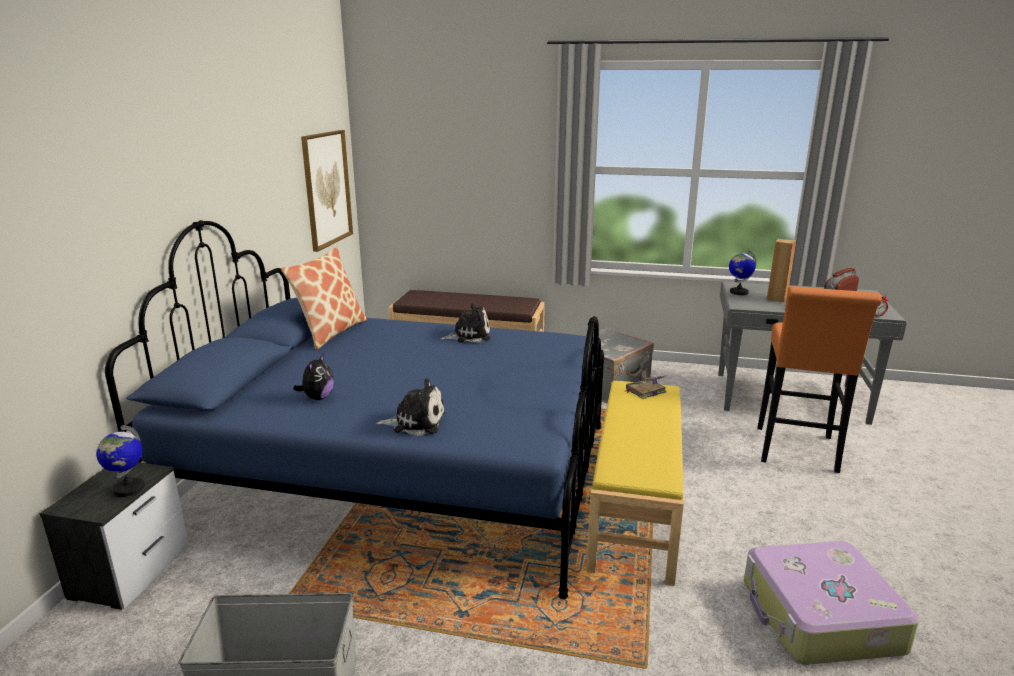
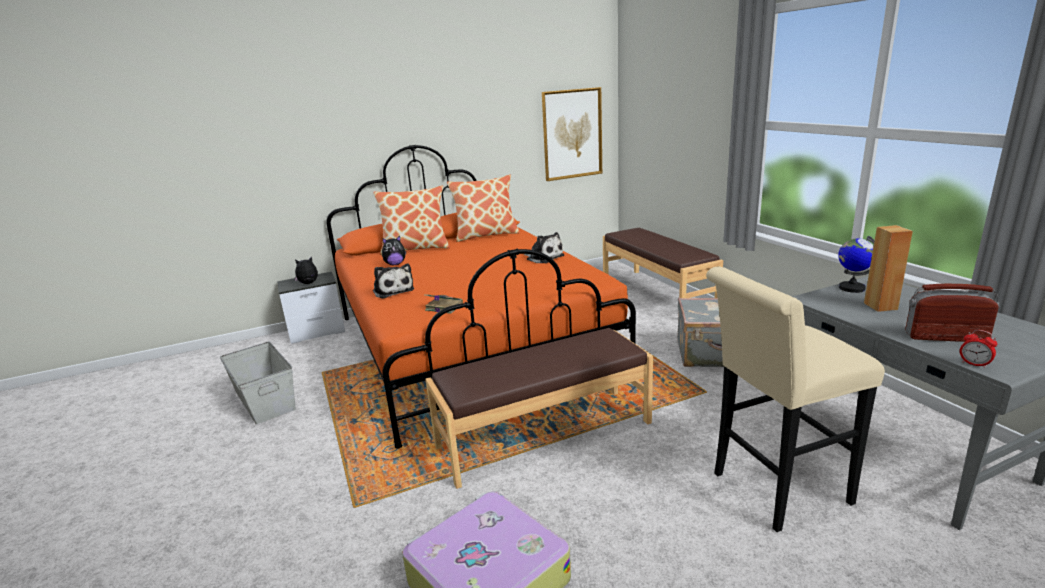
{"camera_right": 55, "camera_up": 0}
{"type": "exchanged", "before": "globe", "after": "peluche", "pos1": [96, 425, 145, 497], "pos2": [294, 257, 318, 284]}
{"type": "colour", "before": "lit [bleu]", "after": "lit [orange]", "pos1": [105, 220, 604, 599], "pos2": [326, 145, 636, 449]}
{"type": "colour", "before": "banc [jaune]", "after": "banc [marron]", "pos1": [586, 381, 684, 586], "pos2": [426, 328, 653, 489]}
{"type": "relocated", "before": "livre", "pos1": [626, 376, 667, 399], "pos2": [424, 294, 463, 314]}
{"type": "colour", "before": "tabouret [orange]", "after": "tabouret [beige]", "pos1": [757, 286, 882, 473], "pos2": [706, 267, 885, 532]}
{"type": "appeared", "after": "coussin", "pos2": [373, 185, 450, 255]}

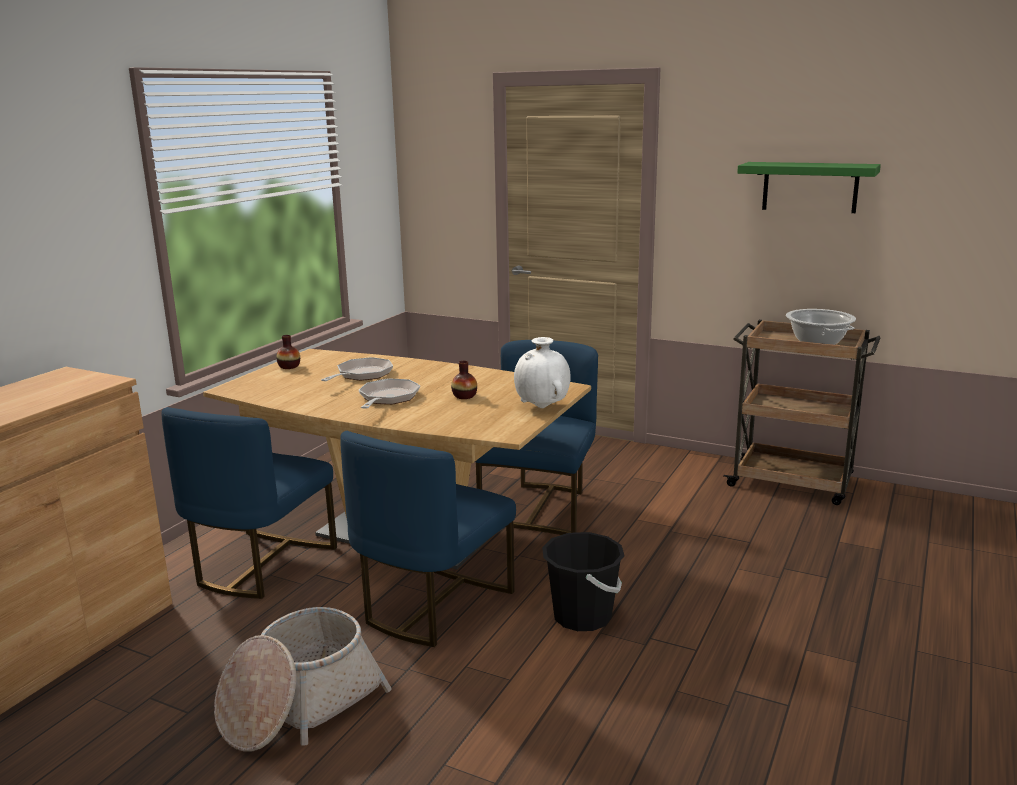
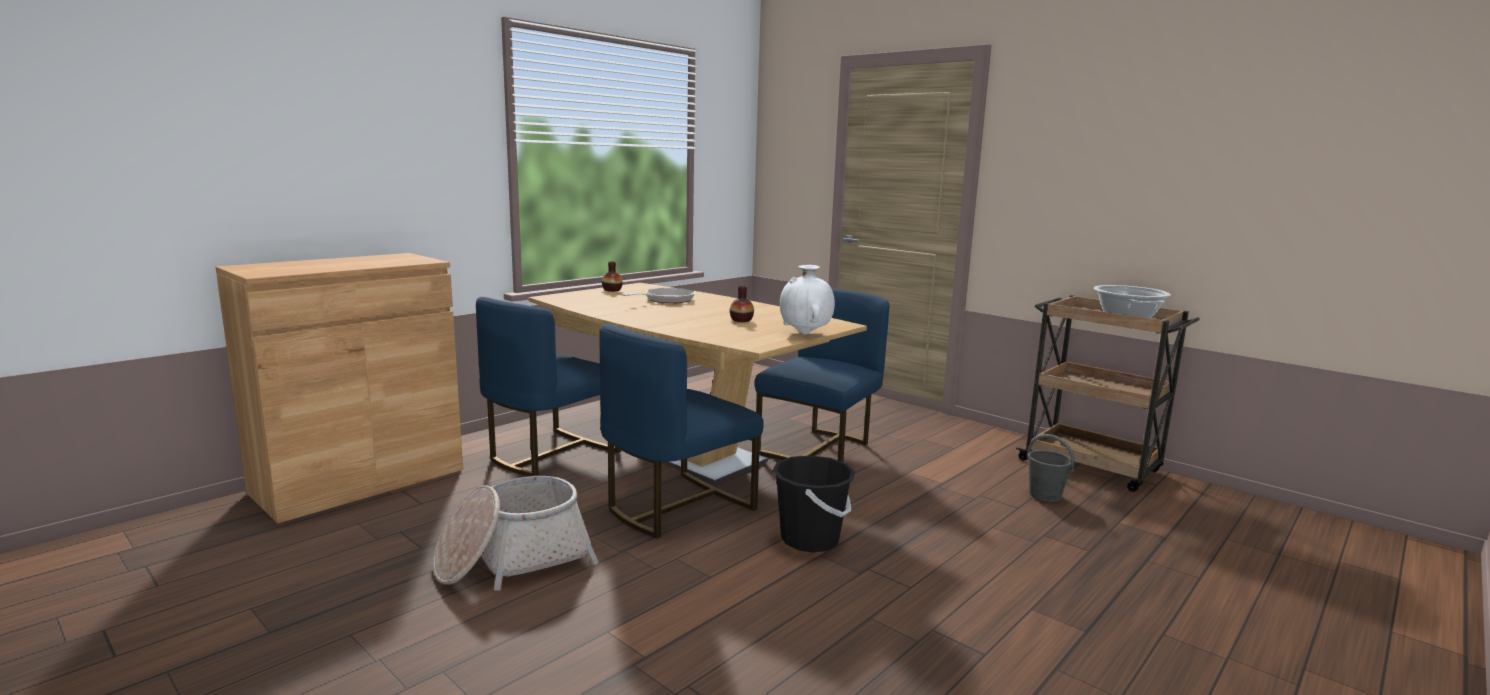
{"camera_right": 15, "camera_up": -5}
{"type": "missing", "before": "poêle", "pos1": [359, 378, 420, 409]}
{"type": "missing", "before": "étagère [vert]", "pos1": [737, 162, 881, 213]}
{"type": "appeared", "after": "seau [gris]", "pos2": [1027, 434, 1075, 502]}

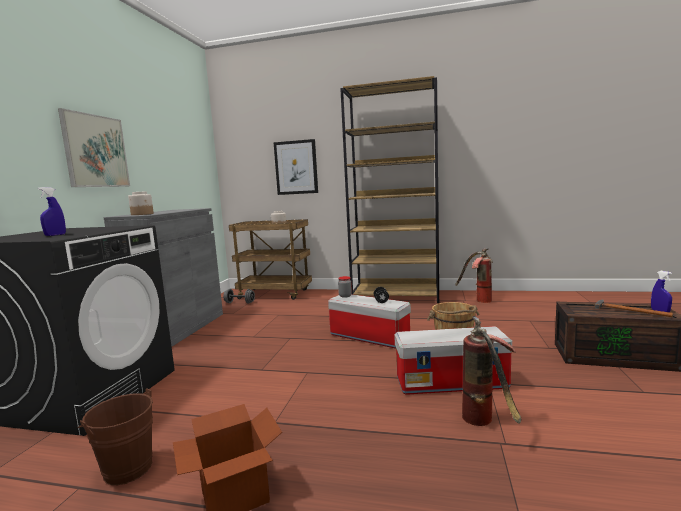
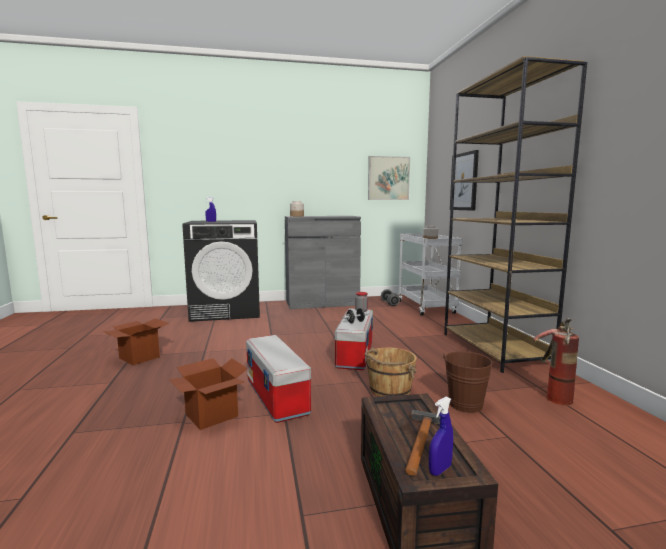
{"camera_right": 65, "camera_up": 0}
{"type": "relocated", "before": "tableau", "pos1": [58, 108, 130, 187], "pos2": [368, 156, 410, 200]}
{"type": "relocated", "before": "seau [marron]", "pos1": [78, 388, 153, 485], "pos2": [443, 351, 495, 413]}
{"type": "colour", "before": "chariot [marron]", "after": "chariot [blanc]", "pos1": [229, 219, 312, 300], "pos2": [399, 233, 462, 316]}
{"type": "exchanged", "before": "extincteur", "after": "carton", "pos1": [462, 316, 521, 426], "pos2": [168, 358, 248, 430]}

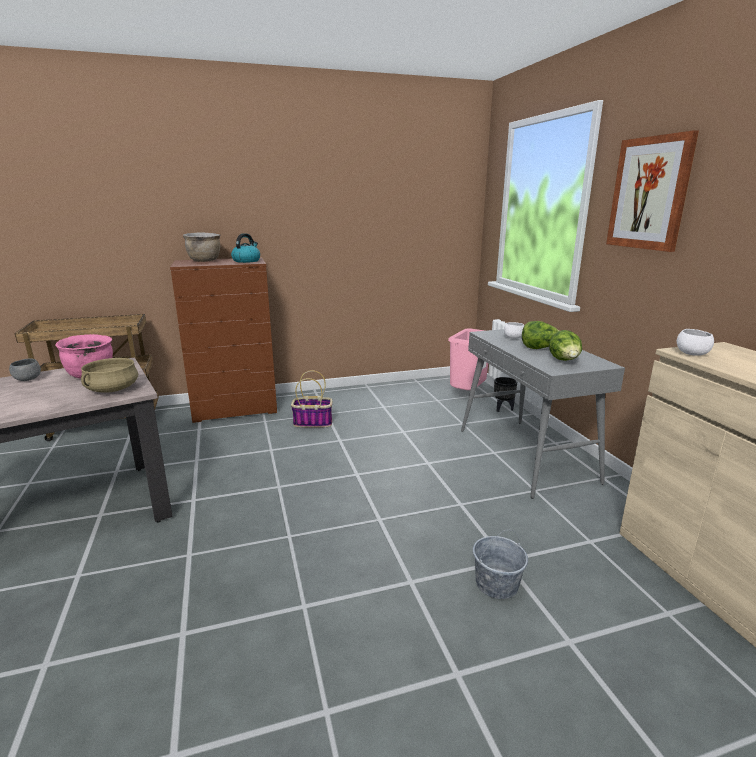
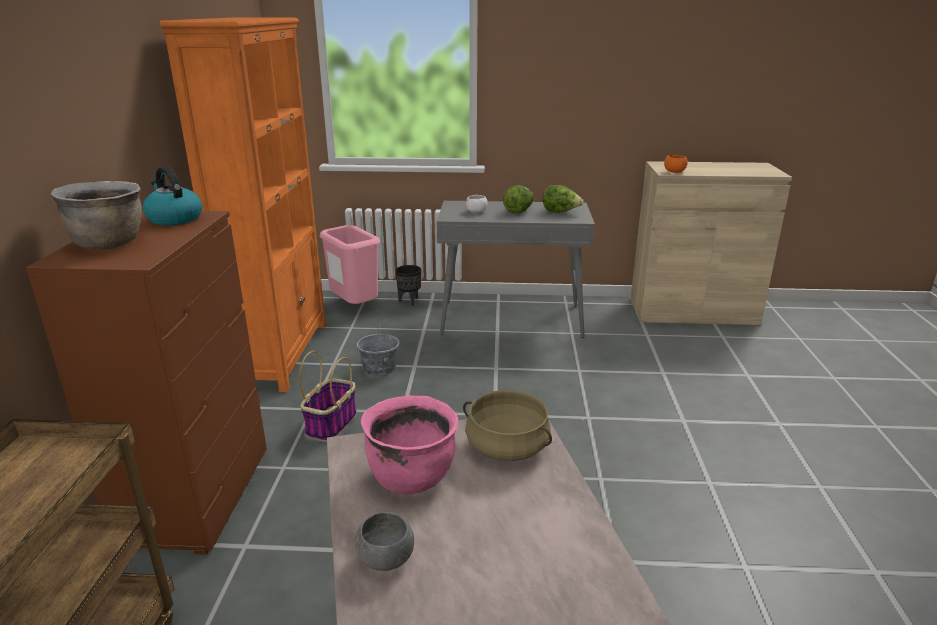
{"camera_right": -70, "camera_up": 5}
{"type": "relocated", "before": "seau [gris]", "pos1": [473, 530, 528, 599], "pos2": [357, 325, 399, 376]}
{"type": "missing", "before": "tableau", "pos1": [606, 130, 699, 252]}
{"type": "colour", "before": "bol [blanc]", "after": "bol [orange]", "pos1": [677, 329, 714, 356], "pos2": [664, 155, 688, 173]}
{"type": "appeared", "after": "bibliothèque [orange]", "pos2": [160, 17, 326, 392]}

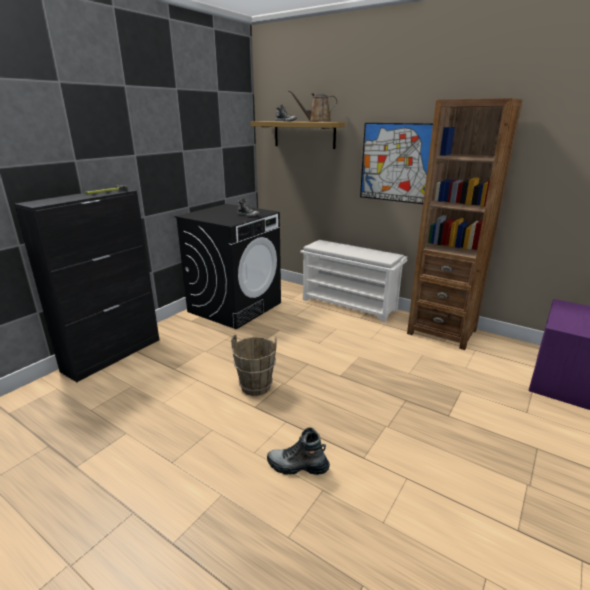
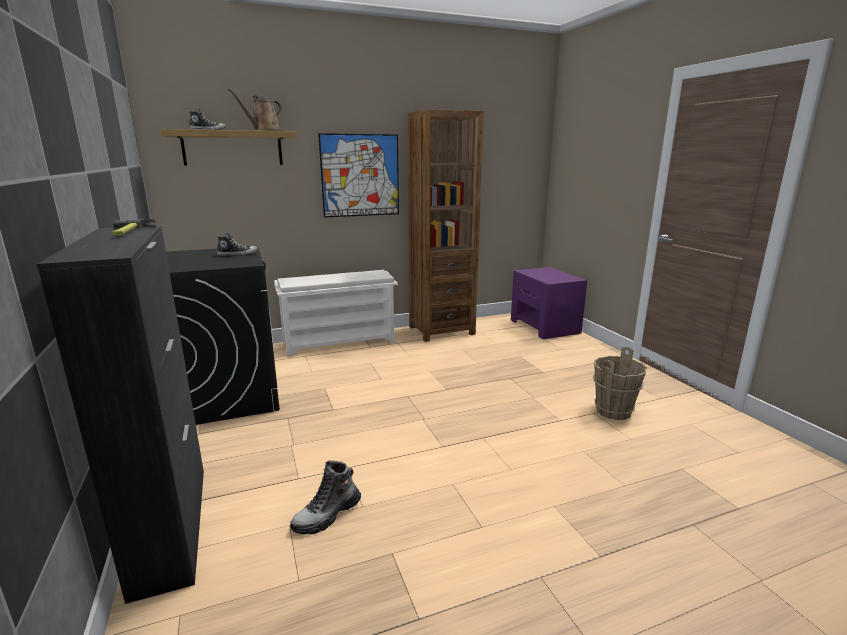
{"camera_right": -55, "camera_up": -5}
{"type": "relocated", "before": "seau [marron]", "pos1": [231, 335, 277, 396], "pos2": [593, 347, 647, 420]}
{"type": "relocated", "before": "botte", "pos1": [267, 427, 330, 475], "pos2": [290, 460, 361, 535]}

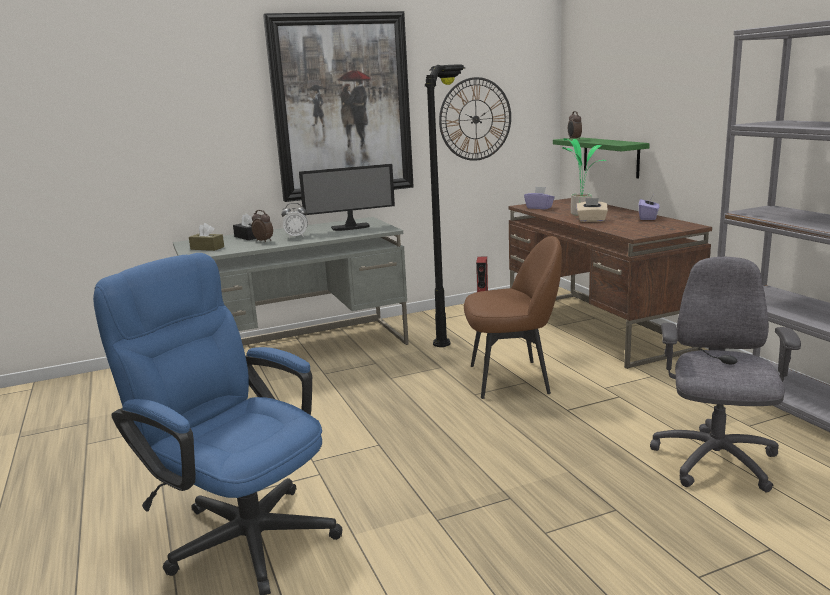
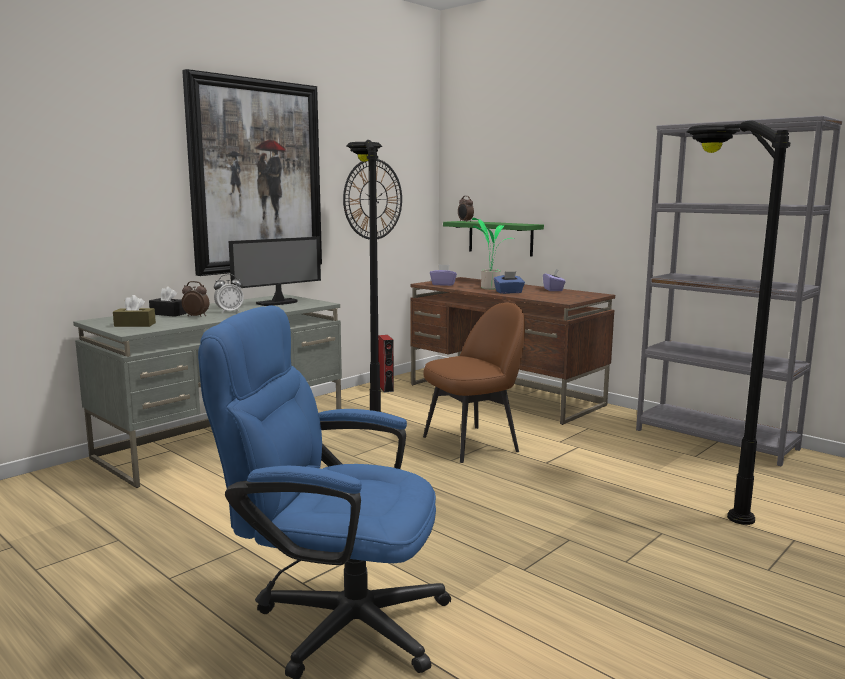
{"camera_right": -25, "camera_up": -5}
{"type": "colour", "before": "boîte à mouchoirs [beige]", "after": "boîte à mouchoirs [bleu]", "pos1": [576, 198, 608, 222], "pos2": [494, 272, 525, 294]}
{"type": "exchanged", "before": "chaise de bureau [gris]", "after": "lampadaire [noir]", "pos1": [650, 257, 801, 492], "pos2": [686, 120, 791, 525]}

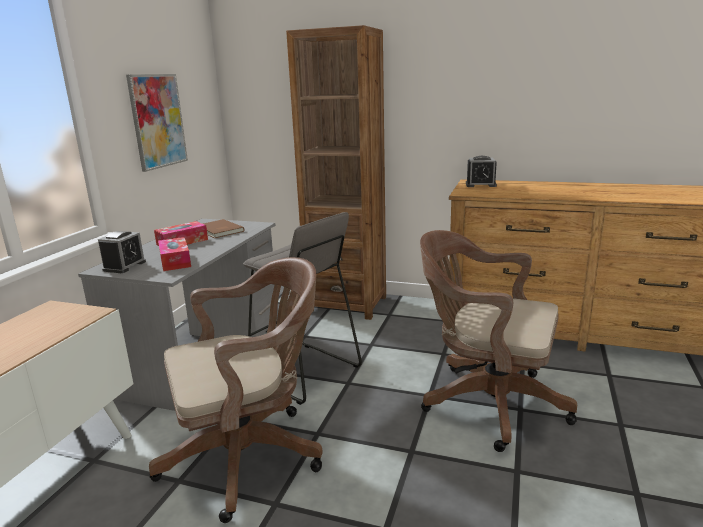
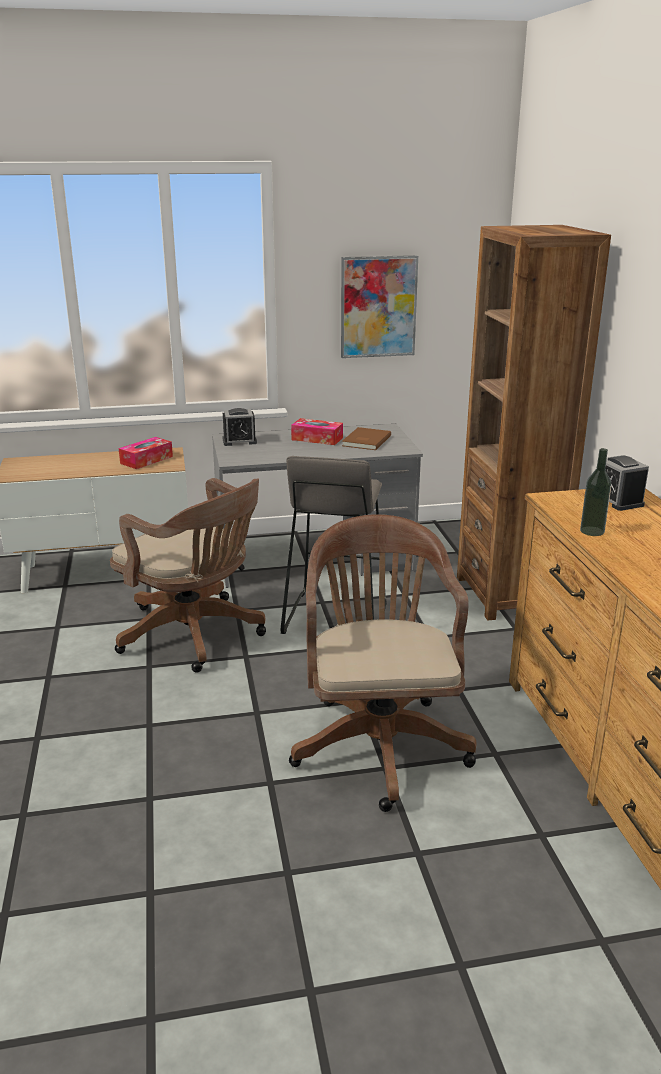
{"camera_right": 60, "camera_up": 5}
{"type": "relocated", "before": "boîte à mouchoirs", "pos1": [158, 237, 191, 271], "pos2": [119, 437, 173, 469]}
{"type": "appeared", "after": "bouteille", "pos2": [580, 448, 611, 536]}

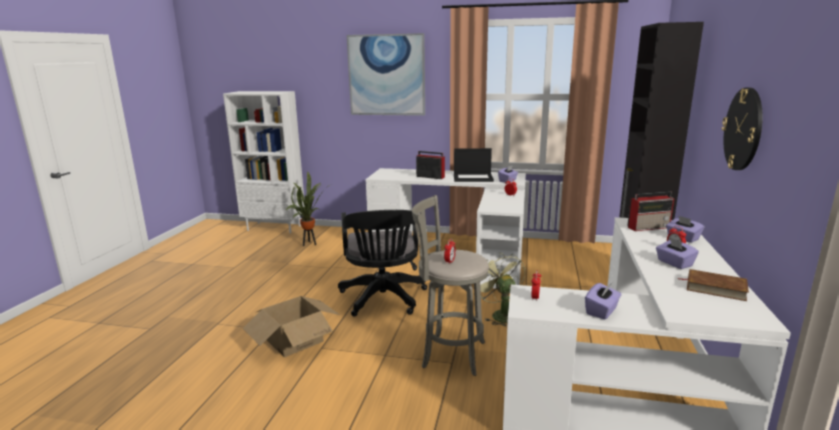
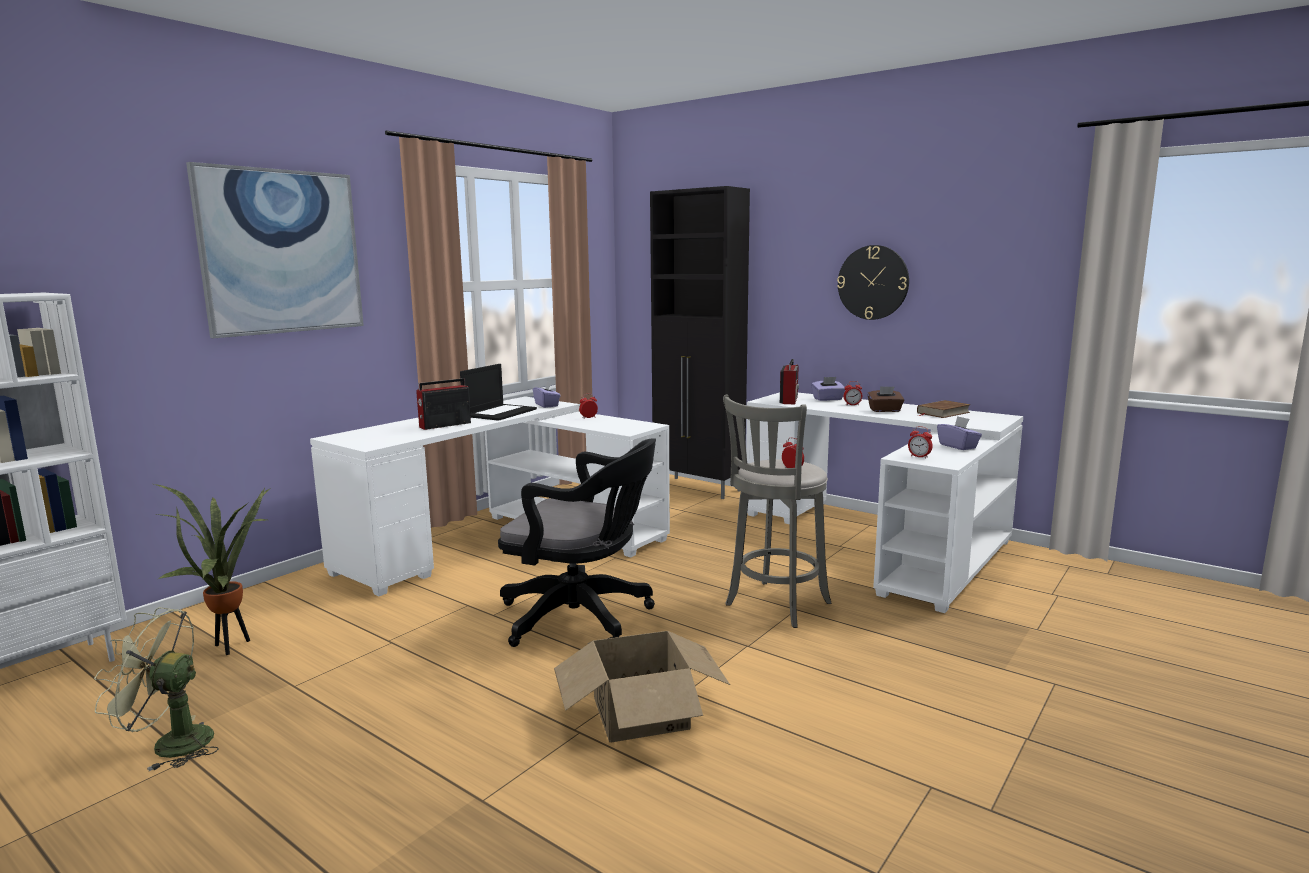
{"camera_right": -65, "camera_up": -5}
{"type": "relocated", "before": "ventilateur [vert]", "pos1": [480, 253, 525, 327], "pos2": [94, 607, 219, 771]}
{"type": "colour", "before": "boîte à mouchoirs [violet]", "after": "boîte à mouchoirs [marron]", "pos1": [656, 237, 699, 269], "pos2": [867, 386, 904, 412]}

